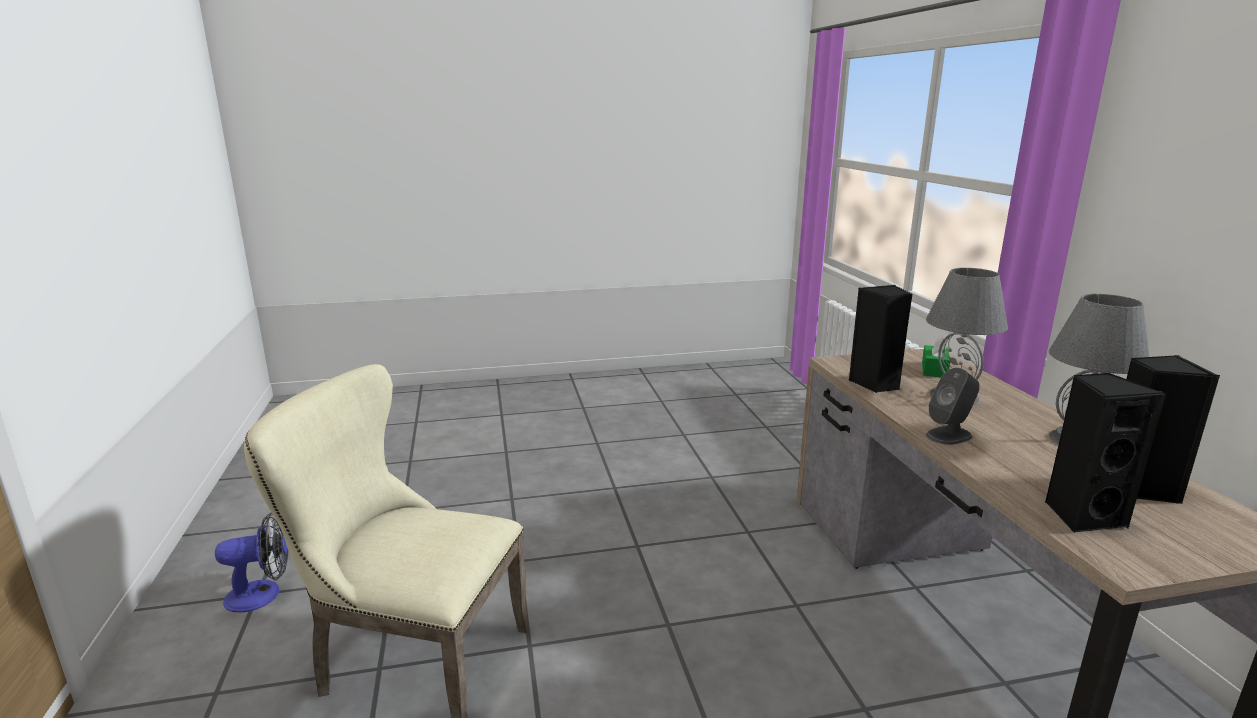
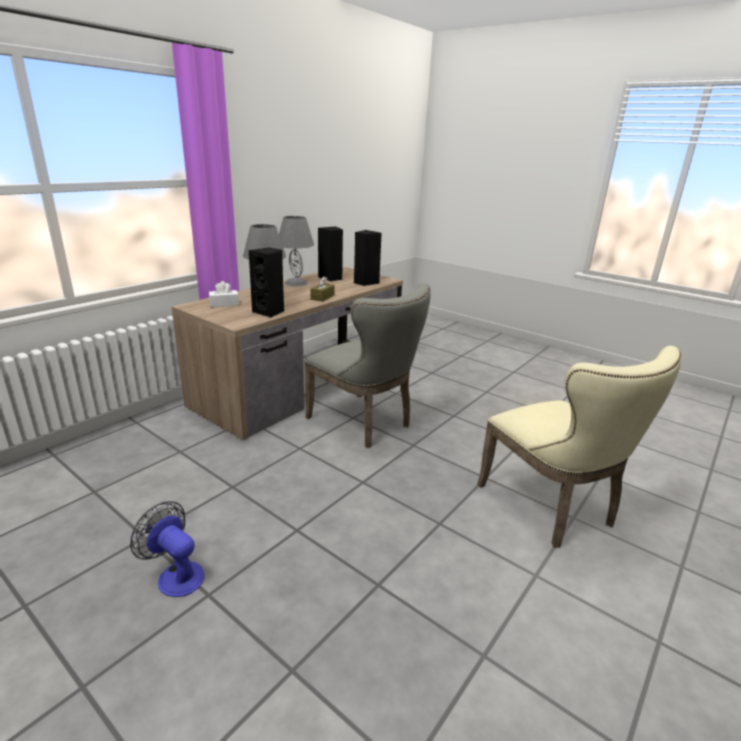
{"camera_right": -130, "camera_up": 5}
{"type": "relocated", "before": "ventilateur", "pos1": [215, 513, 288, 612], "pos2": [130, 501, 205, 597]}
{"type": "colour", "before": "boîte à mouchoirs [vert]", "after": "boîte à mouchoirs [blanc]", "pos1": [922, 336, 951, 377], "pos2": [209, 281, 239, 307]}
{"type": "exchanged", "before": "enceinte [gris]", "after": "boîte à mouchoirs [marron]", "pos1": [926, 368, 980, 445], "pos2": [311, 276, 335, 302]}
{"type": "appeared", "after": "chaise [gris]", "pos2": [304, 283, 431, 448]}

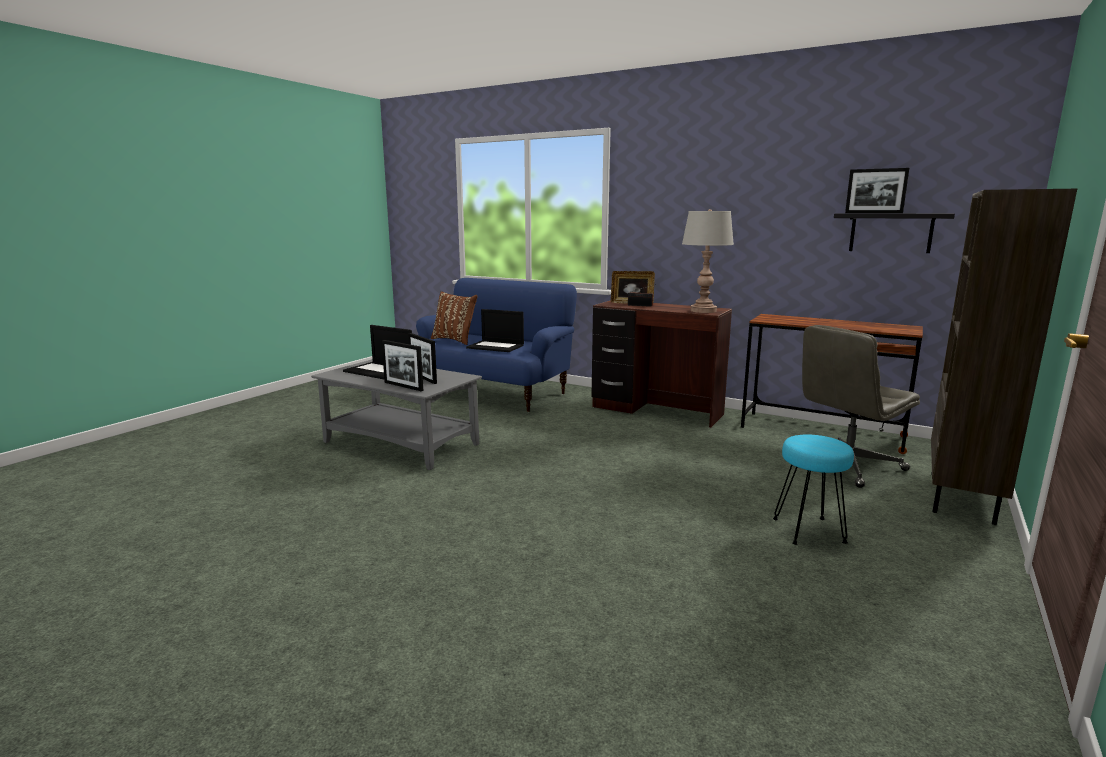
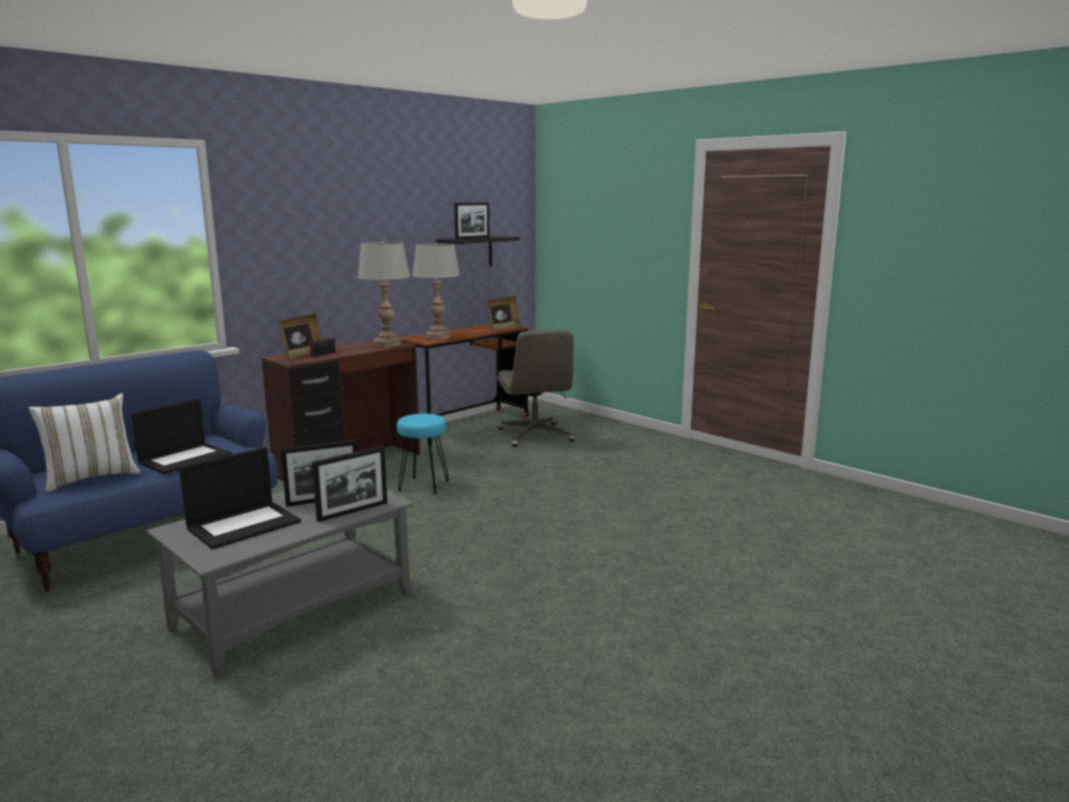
{"camera_right": -75, "camera_up": 0}
{"type": "colour", "before": "coussin [marron]", "after": "coussin [blanc]", "pos1": [431, 291, 477, 345], "pos2": [28, 393, 141, 492]}
{"type": "relocated", "before": "tabouret [turquoise]", "pos1": [773, 434, 854, 545], "pos2": [397, 414, 449, 494]}
{"type": "missing", "before": "bibliothèque [marron]", "pos1": [931, 189, 1077, 525]}
{"type": "appeared", "after": "lampe de table [gris]", "pos2": [412, 243, 460, 339]}
{"type": "appeared", "after": "cadre photo", "pos2": [488, 296, 521, 331]}

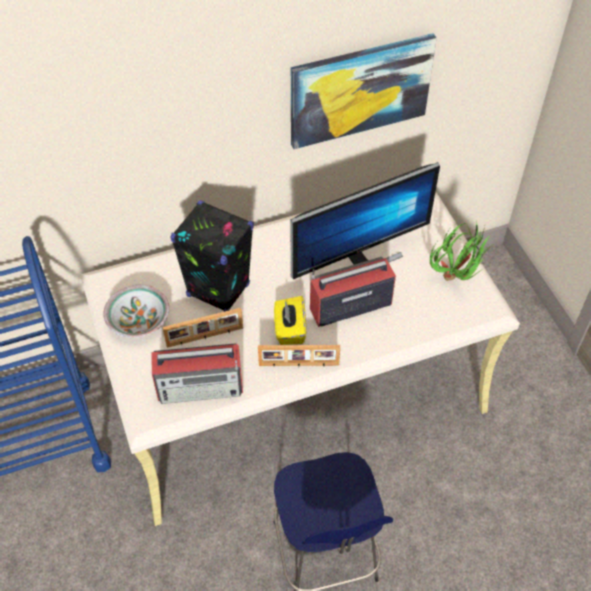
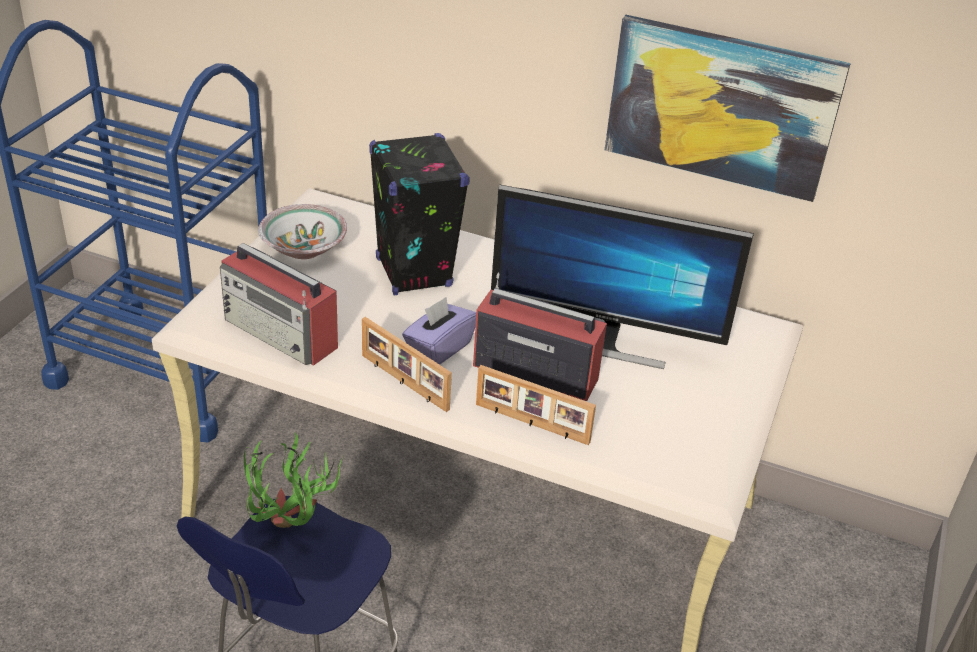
{"camera_right": 40, "camera_up": -15}
{"type": "relocated", "before": "cadre photo", "pos1": [163, 308, 243, 348], "pos2": [476, 365, 596, 445]}
{"type": "colour", "before": "boîte à mouchoirs [jaune]", "after": "boîte à mouchoirs [violet]", "pos1": [274, 296, 306, 345], "pos2": [402, 297, 476, 365]}
{"type": "relocated", "before": "plante en pot", "pos1": [430, 222, 495, 281], "pos2": [244, 432, 343, 528]}

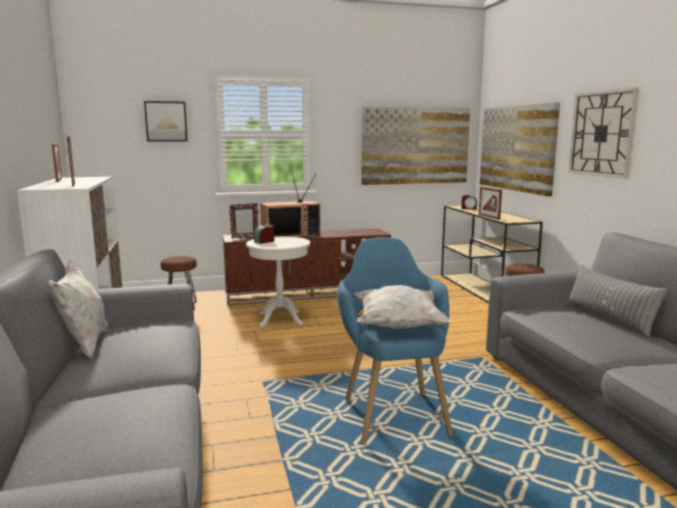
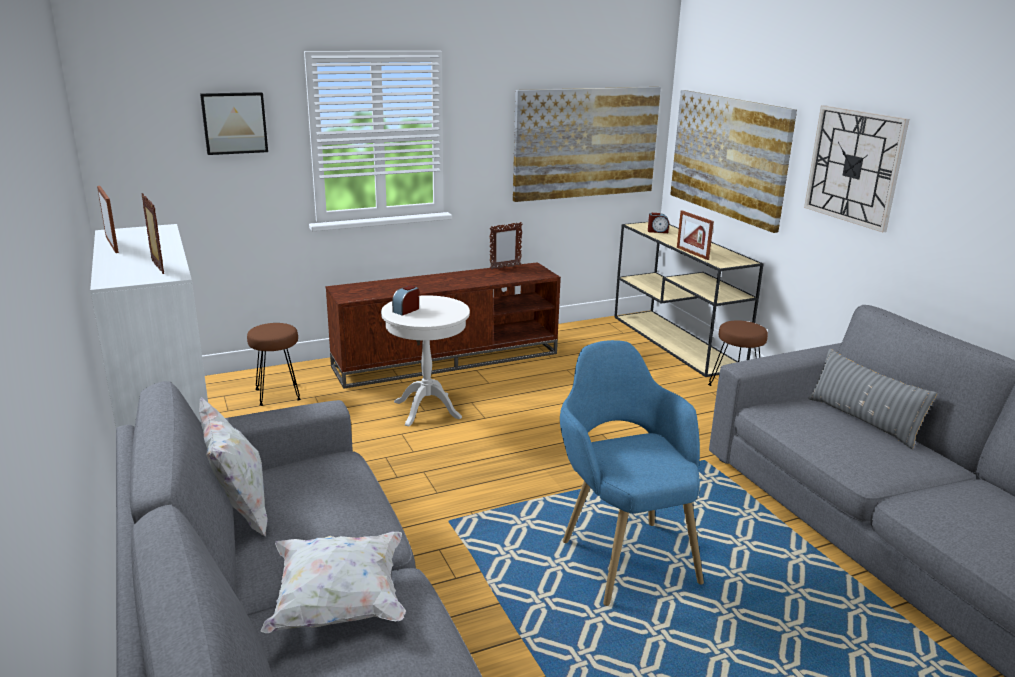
{"camera_right": -10, "camera_up": 10}
{"type": "relocated", "before": "cadre photo", "pos1": [229, 203, 259, 239], "pos2": [490, 222, 522, 270]}
{"type": "missing", "before": "téléviseur", "pos1": [260, 170, 320, 237]}
{"type": "relocated", "before": "coussin [blanc]", "pos1": [355, 285, 450, 329], "pos2": [261, 531, 406, 633]}

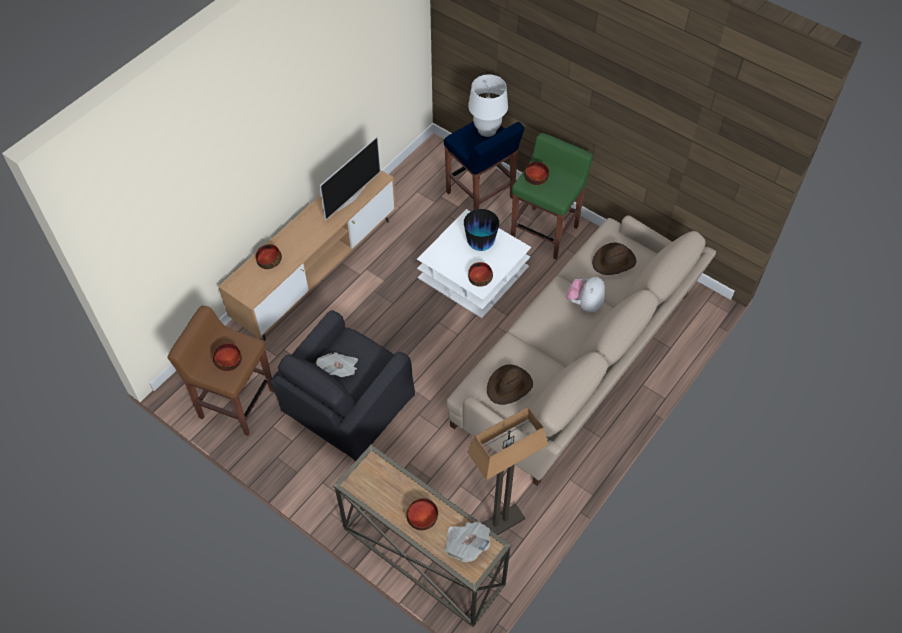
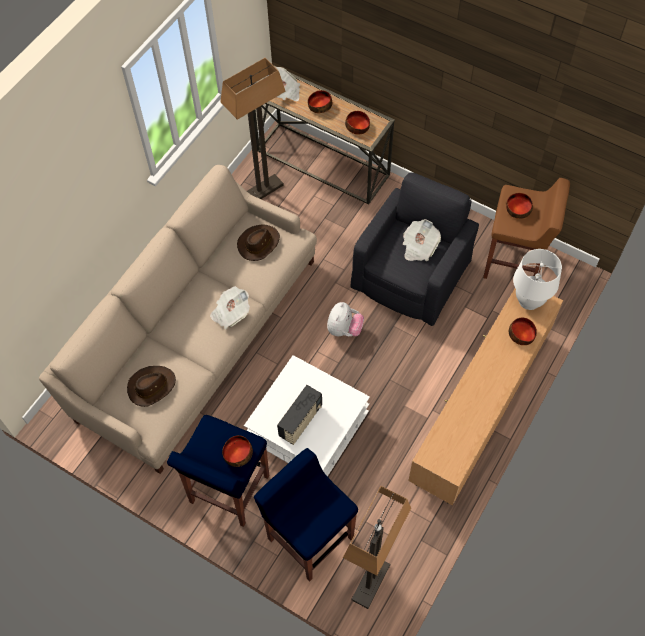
{"camera_right": 175, "camera_up": 5}
{"type": "missing", "before": "téléviseur", "pos1": [319, 136, 381, 221]}
{"type": "exchanged", "before": "vase", "after": "radio", "pos1": [464, 209, 499, 251], "pos2": [277, 385, 322, 445]}
{"type": "relocated", "before": "lampe de table [blanc]", "pos1": [468, 75, 508, 137], "pos2": [513, 249, 562, 310]}
{"type": "relocated", "before": "bol", "pos1": [468, 262, 493, 287], "pos2": [345, 111, 370, 134]}
{"type": "colour", "before": "tabouret [vert]", "after": "tabouret [bleu]", "pos1": [511, 133, 593, 260], "pos2": [167, 415, 269, 527]}
{"type": "relocated", "before": "peluche", "pos1": [566, 277, 605, 312], "pos2": [327, 302, 364, 336]}
{"type": "appeared", "after": "journal", "pos2": [210, 286, 250, 329]}
{"type": "appeared", "after": "lampadaire", "pos2": [343, 486, 411, 609]}

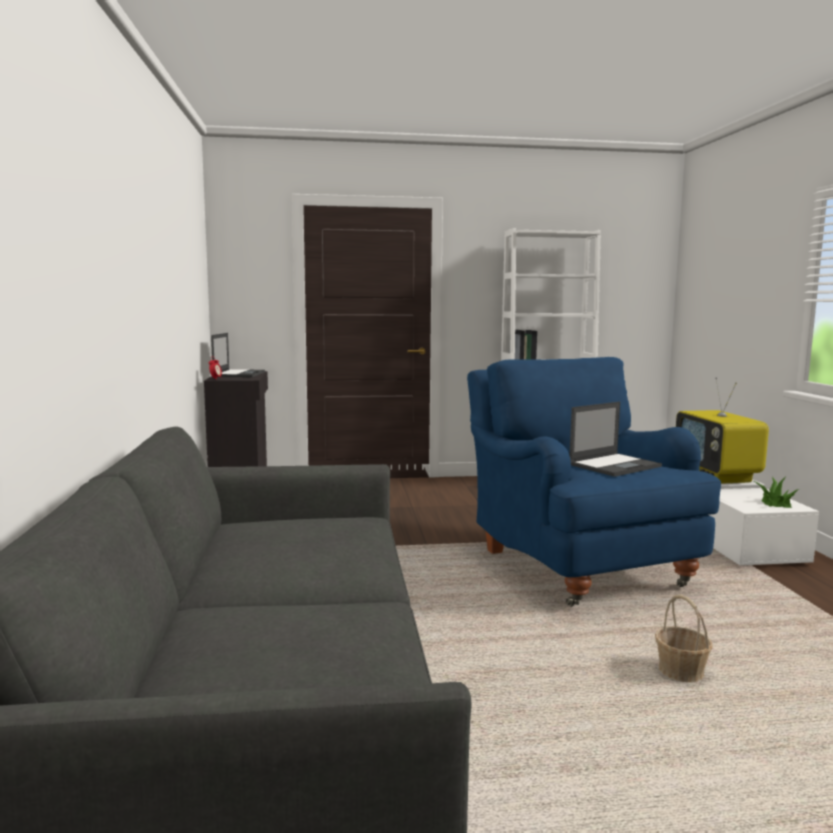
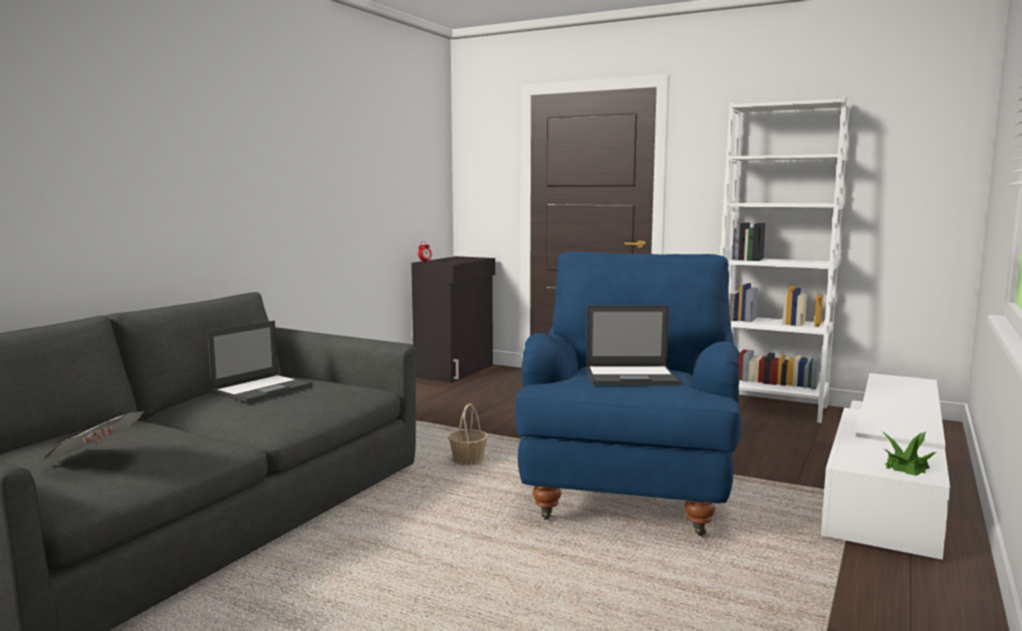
{"camera_right": 35, "camera_up": 0}
{"type": "relocated", "before": "ordinateur portable", "pos1": [211, 333, 265, 377], "pos2": [207, 321, 313, 403]}
{"type": "relocated", "before": "panier", "pos1": [655, 594, 713, 682], "pos2": [448, 403, 488, 465]}
{"type": "missing", "before": "téléviseur", "pos1": [676, 378, 769, 484]}
{"type": "appeared", "after": "journal", "pos2": [41, 411, 144, 461]}

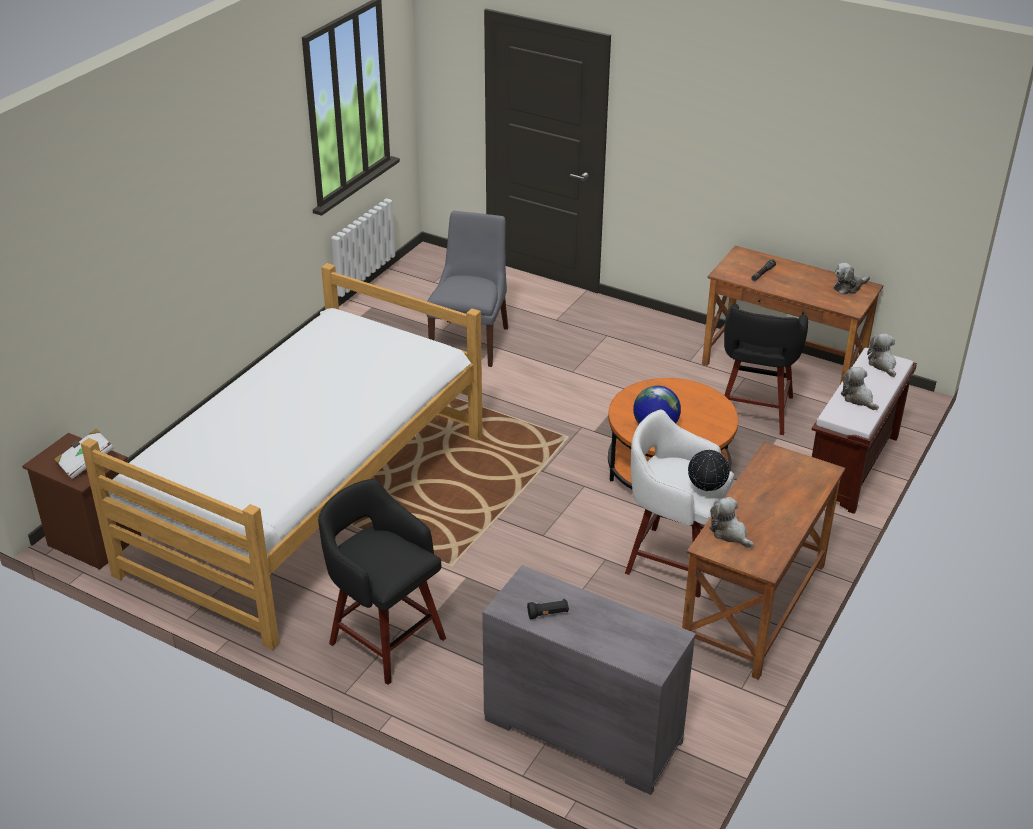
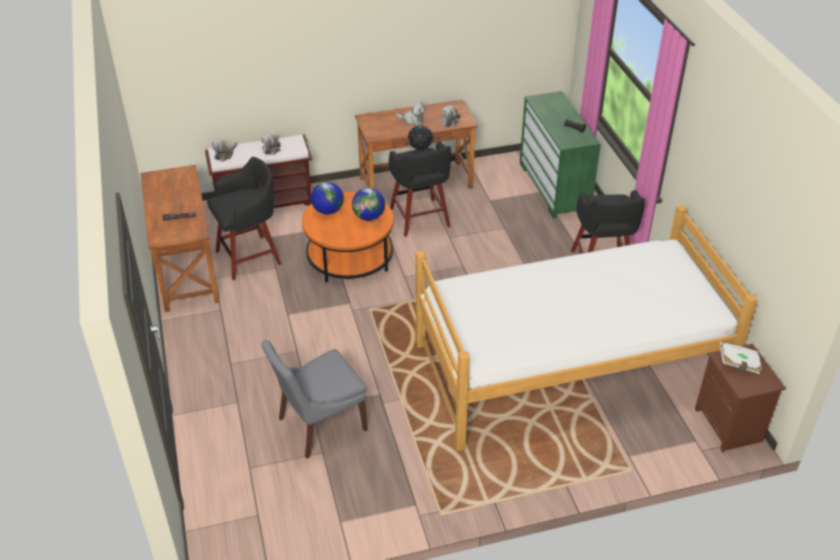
{"camera_right": -135, "camera_up": 5}
{"type": "colour", "before": "commode [gris]", "after": "commode [vert]", "pos1": [482, 565, 696, 795], "pos2": [520, 91, 601, 219]}
{"type": "colour", "before": "tabouret [blanc]", "after": "tabouret [noir]", "pos1": [625, 410, 734, 598], "pos2": [389, 141, 451, 237]}
{"type": "relocated", "before": "peluche", "pos1": [834, 263, 870, 295], "pos2": [396, 102, 425, 125]}
{"type": "appeared", "after": "globe", "pos2": [311, 182, 344, 214]}

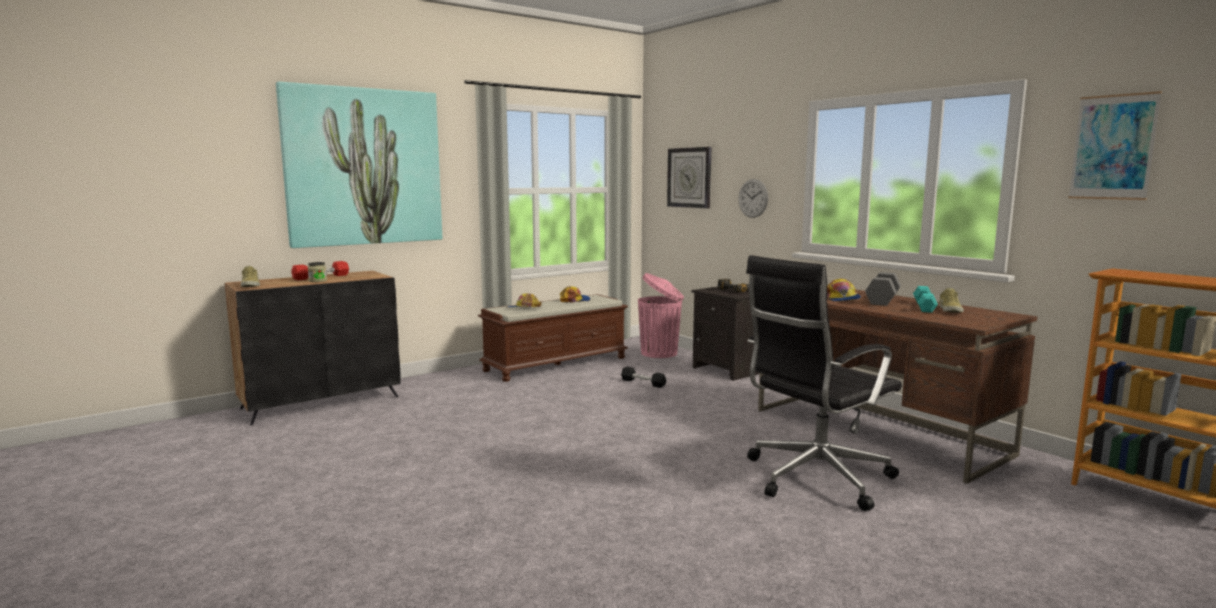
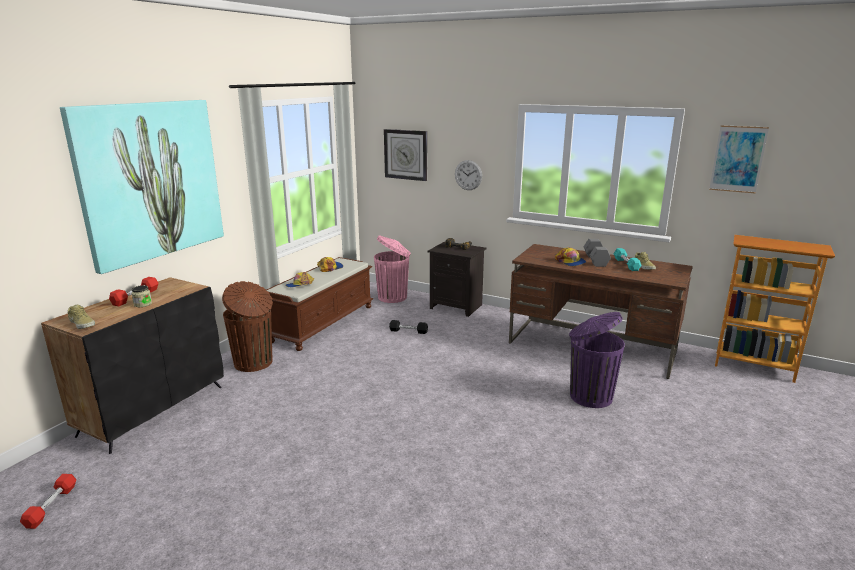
{"camera_right": -25, "camera_up": 10}
{"type": "exchanged", "before": "chaise de bureau [noir]", "after": "poubelle [violet]", "pos1": [746, 255, 902, 511], "pos2": [569, 312, 625, 408]}
{"type": "appeared", "after": "haltère [rouge]", "pos2": [20, 474, 76, 529]}
{"type": "appeared", "after": "poubelle [marron]", "pos2": [222, 281, 273, 372]}

